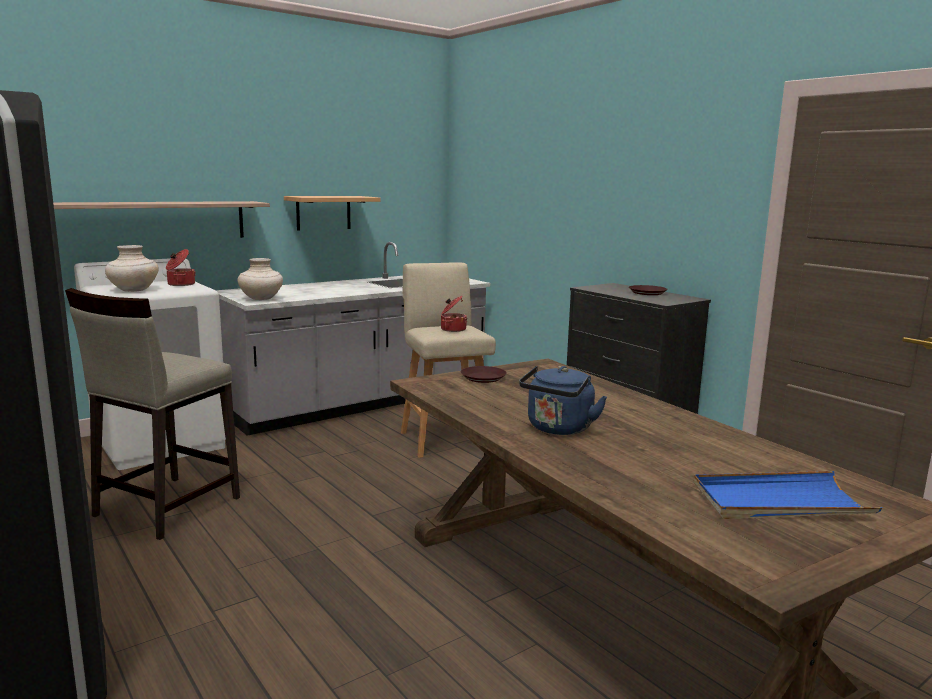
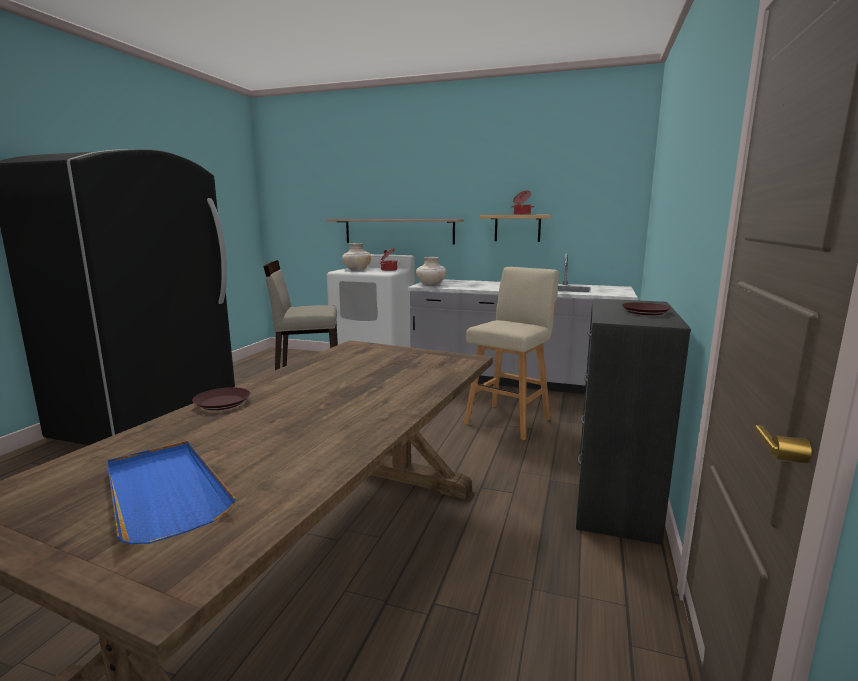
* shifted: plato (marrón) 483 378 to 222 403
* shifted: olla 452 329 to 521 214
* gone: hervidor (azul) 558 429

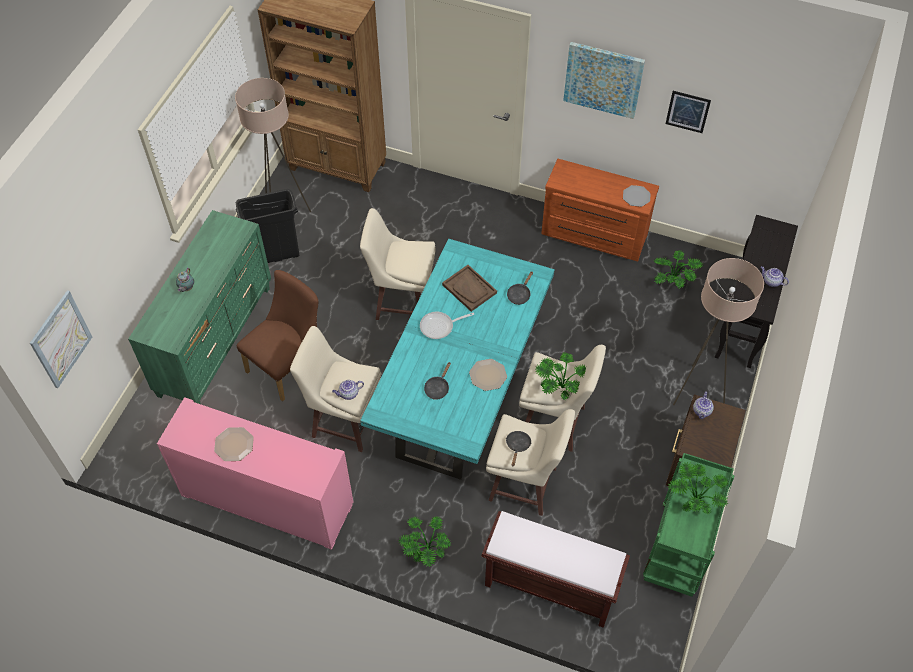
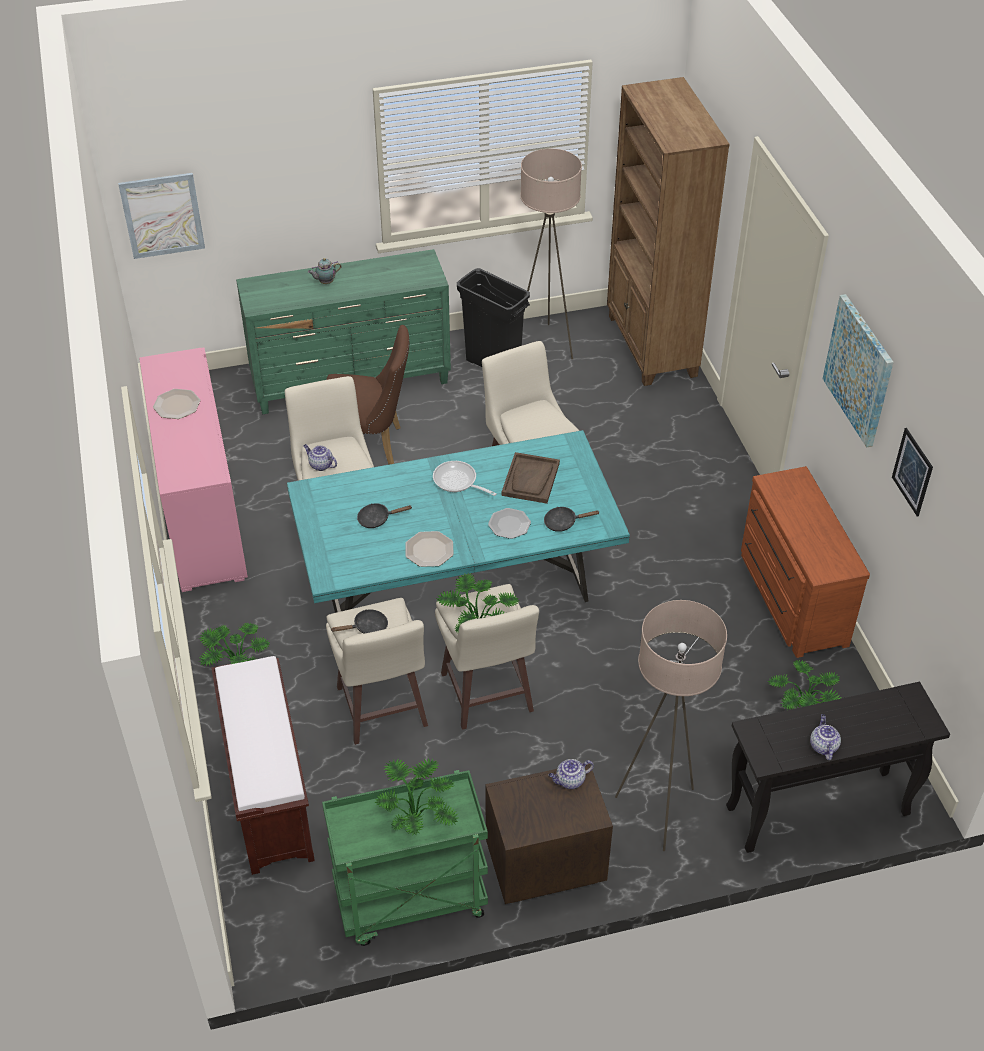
* shifted: plato 636 196 to 509 524

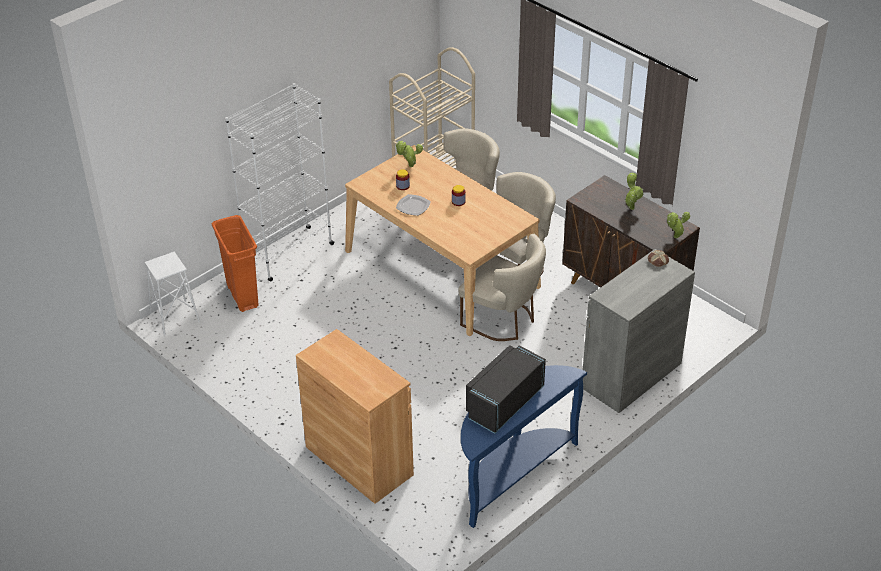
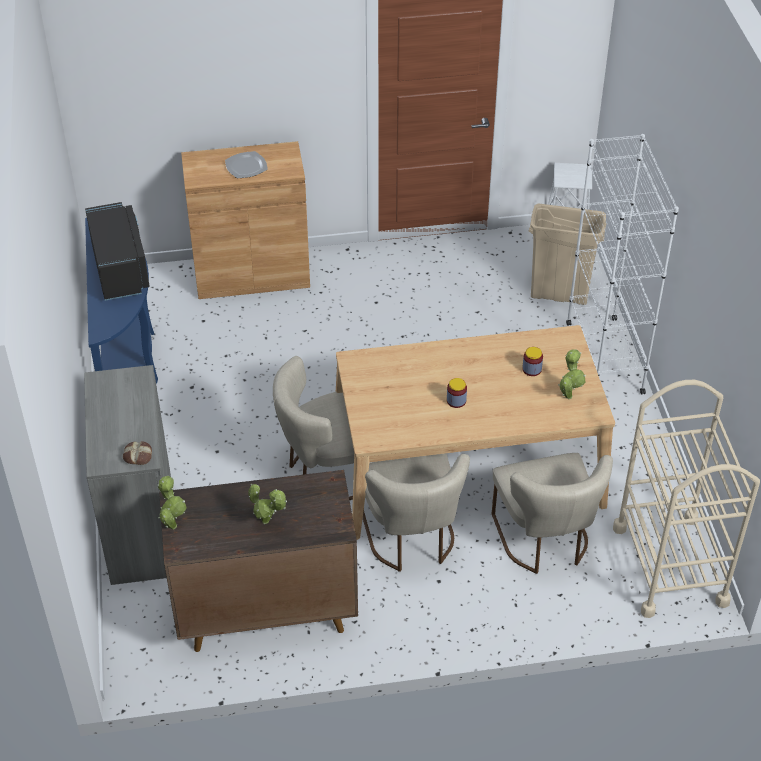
* shifted: plato 413 206 to 246 167
* repainted: papelera (naranja) 242 296 to papelera (beis) 559 295

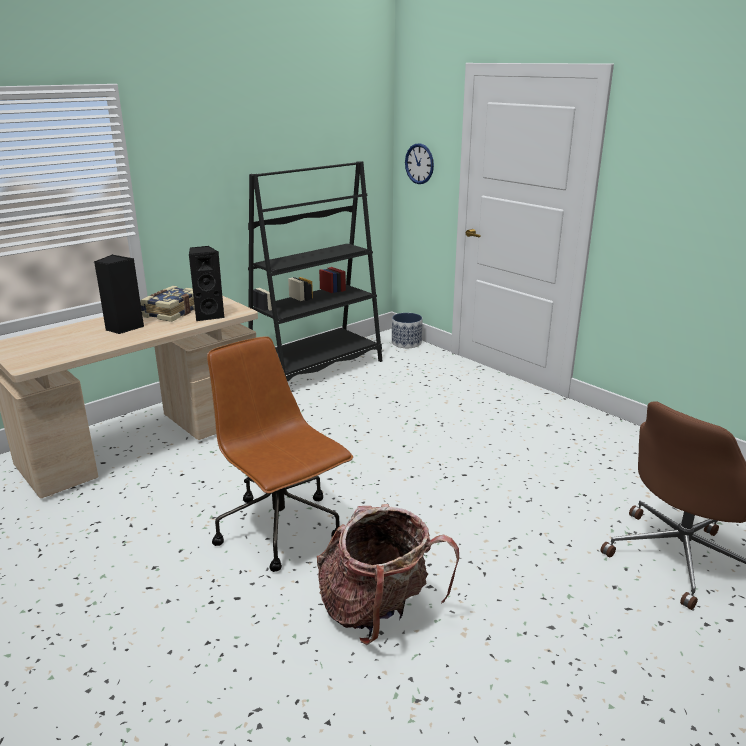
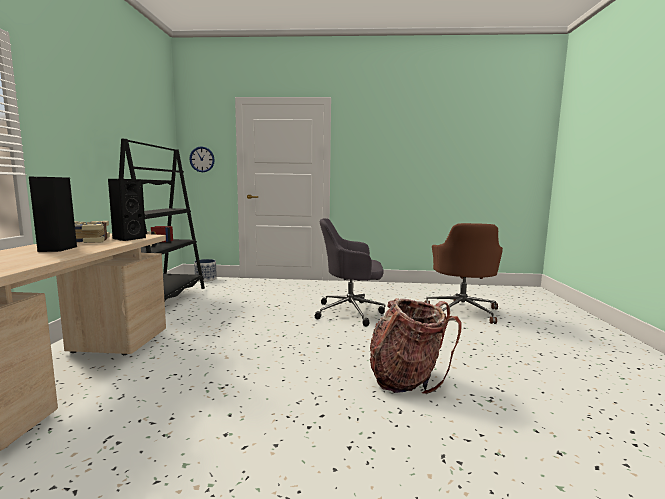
* new: silla de oficina (gris) 351 312
* gone: silla de oficina (marrón) 281 530

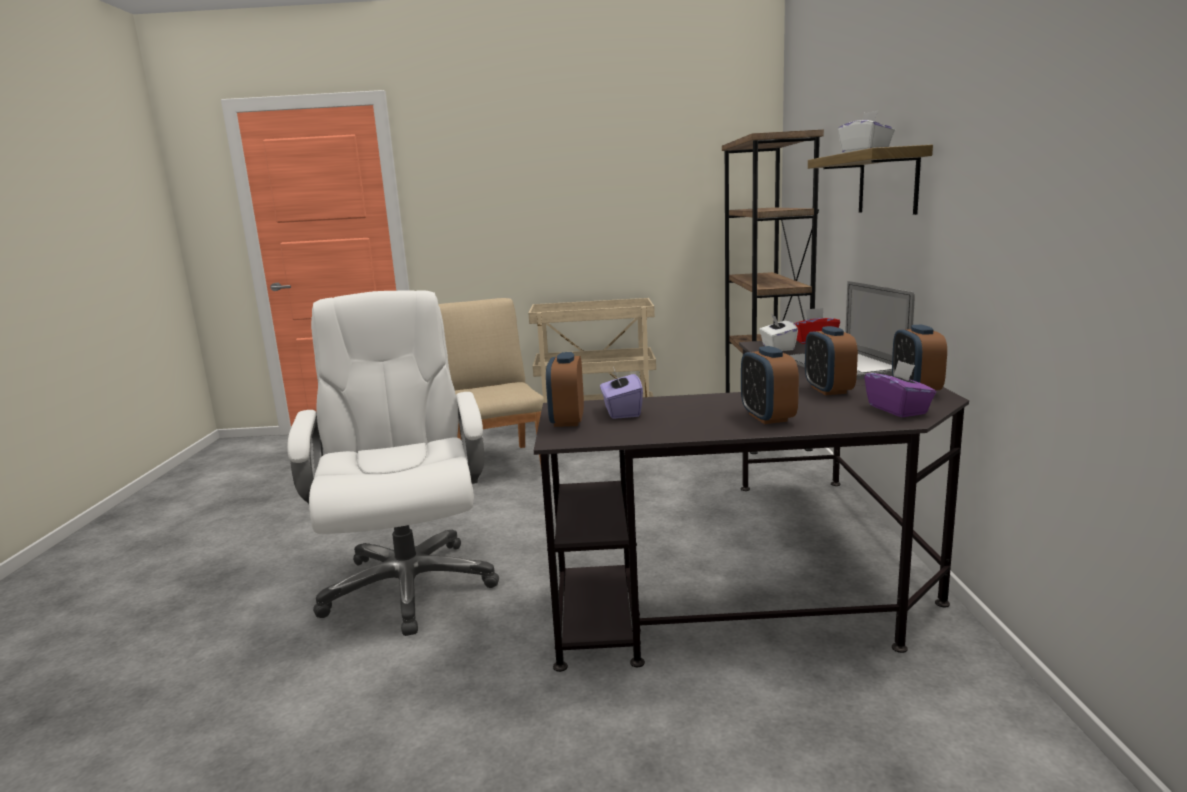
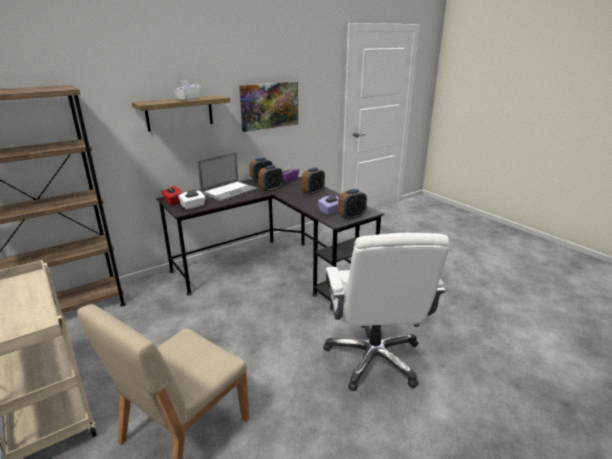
* new: cuadro 269 105
* rotated: silla de oficina (blanco) 409 585 = 374 358 45 degrees counterclockwise

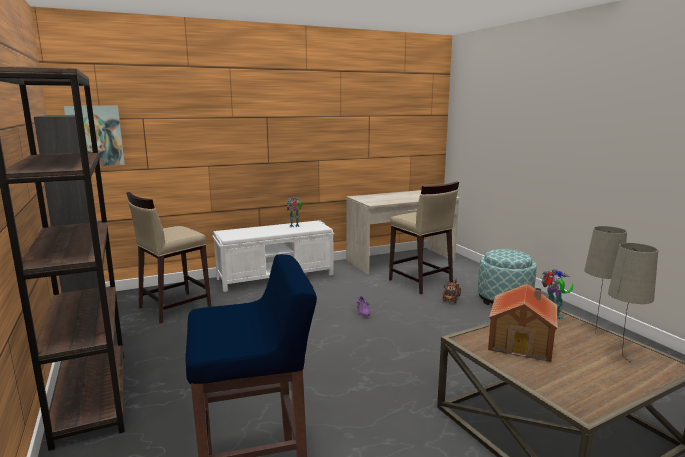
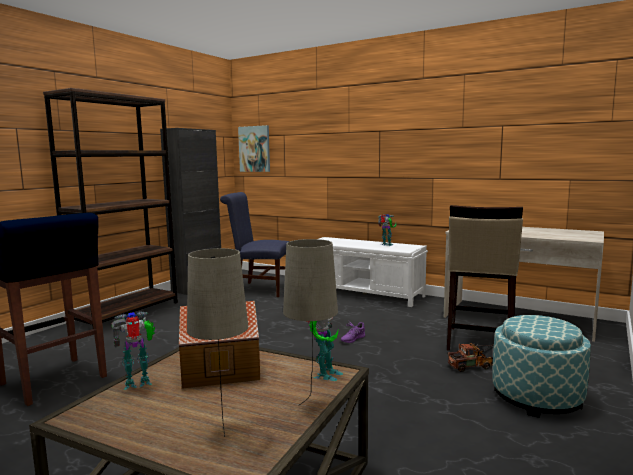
* new: robot de juguete 139 383
* swapped: taburete (beis) 174 307 to silla (azul) 259 289

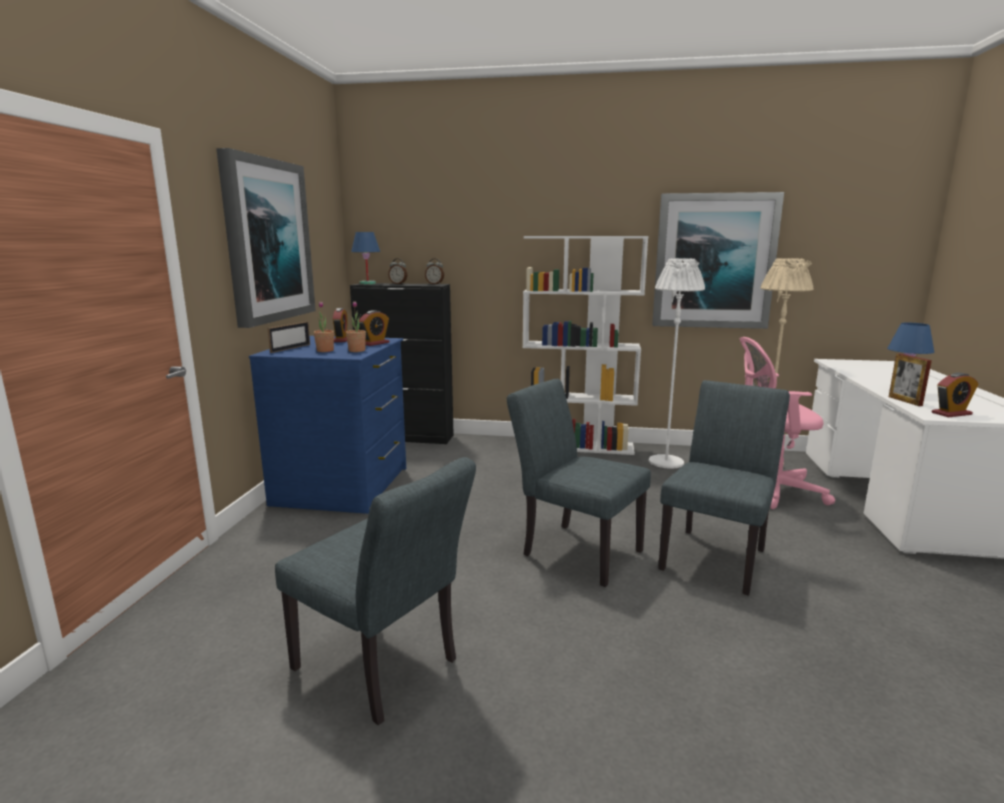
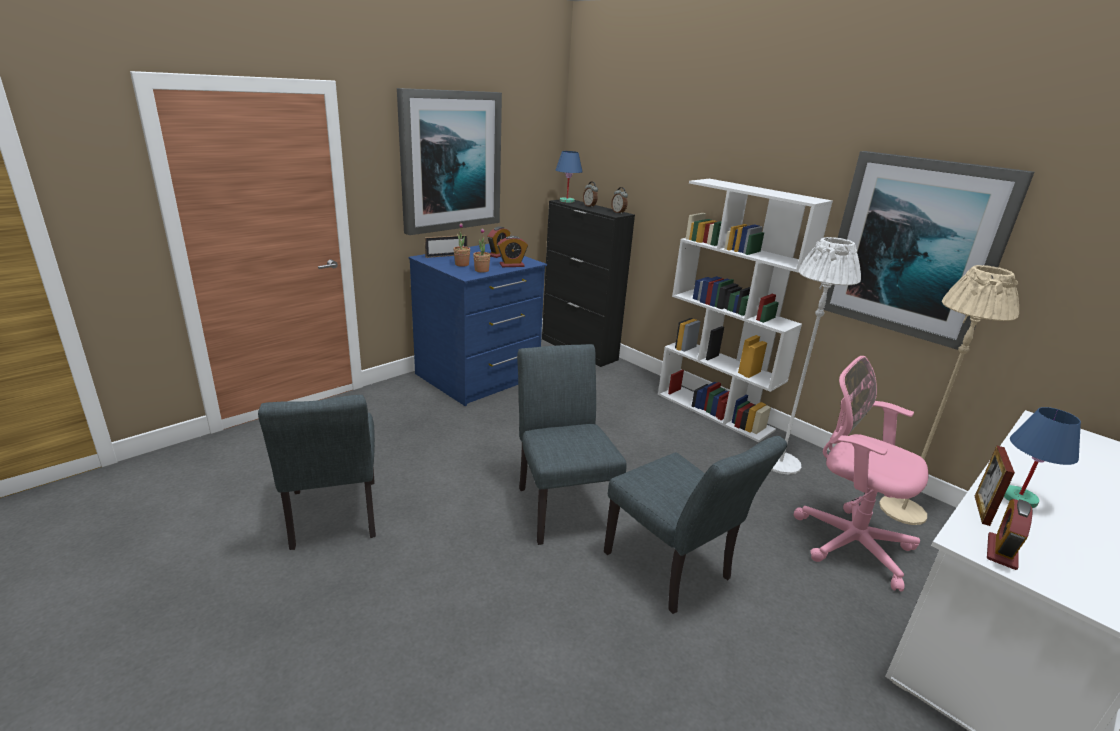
* rotated: silla (gris) 716 555 = 673 571 75 degrees clockwise
* rotated: despertador 951 413 = 1001 552 105 degrees clockwise

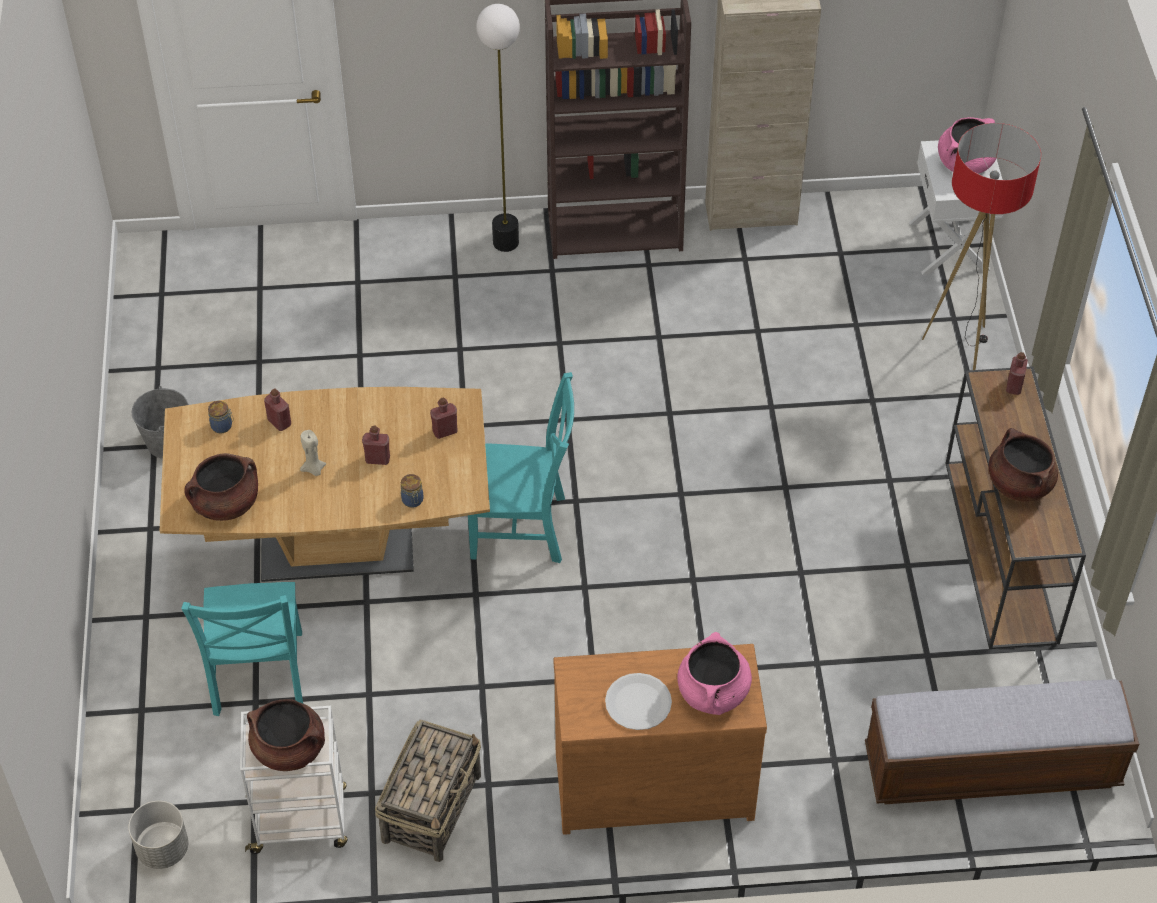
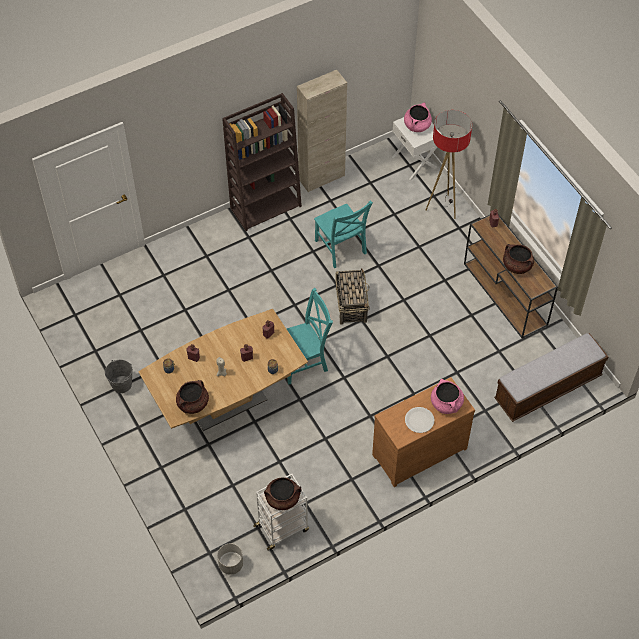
* shifted: silla (turquesa) 258 677 to 341 248
* shifted: cesta 432 806 to 351 304
* gone: lámpara de pie 505 242

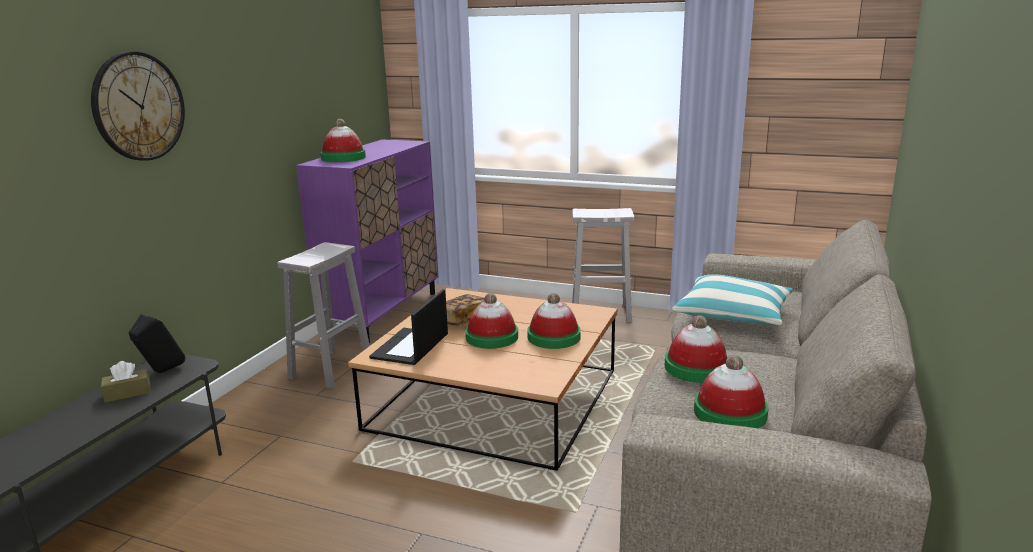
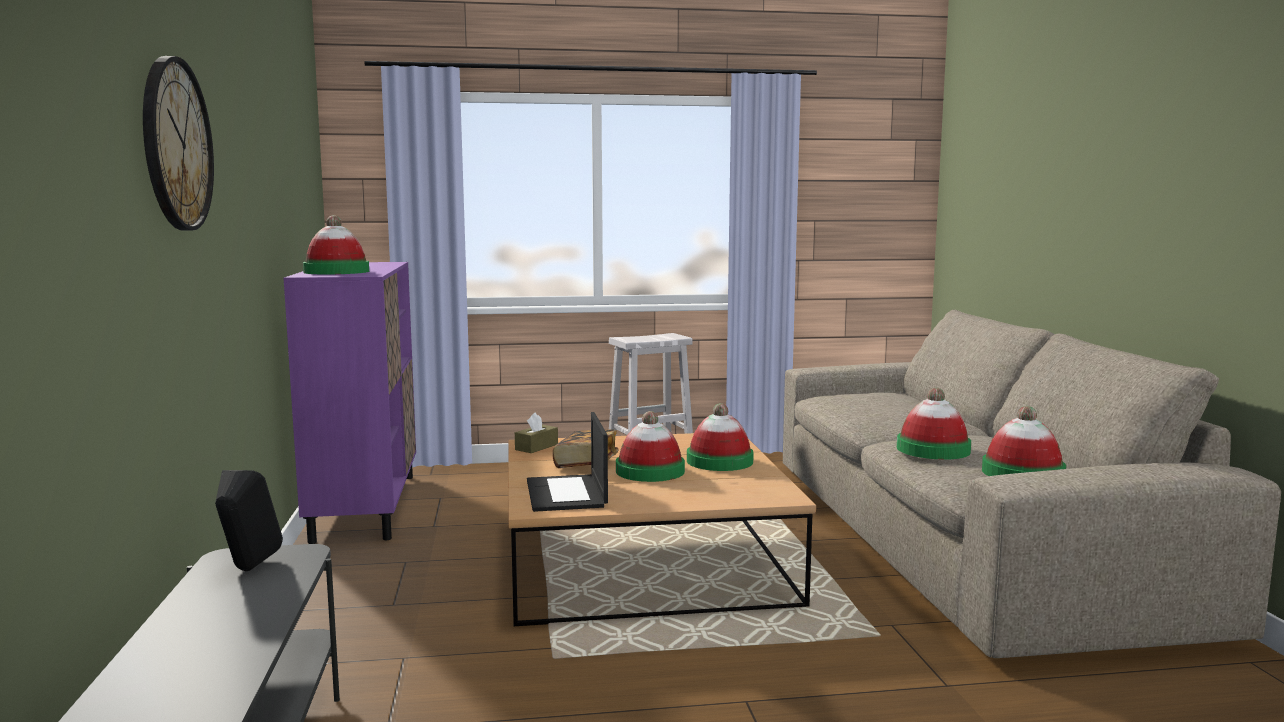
* shifted: caja de pañuelos (marrón) 128 393 to 536 447
* gone: taburete (blanco) 331 368
* gone: cojín 733 314

